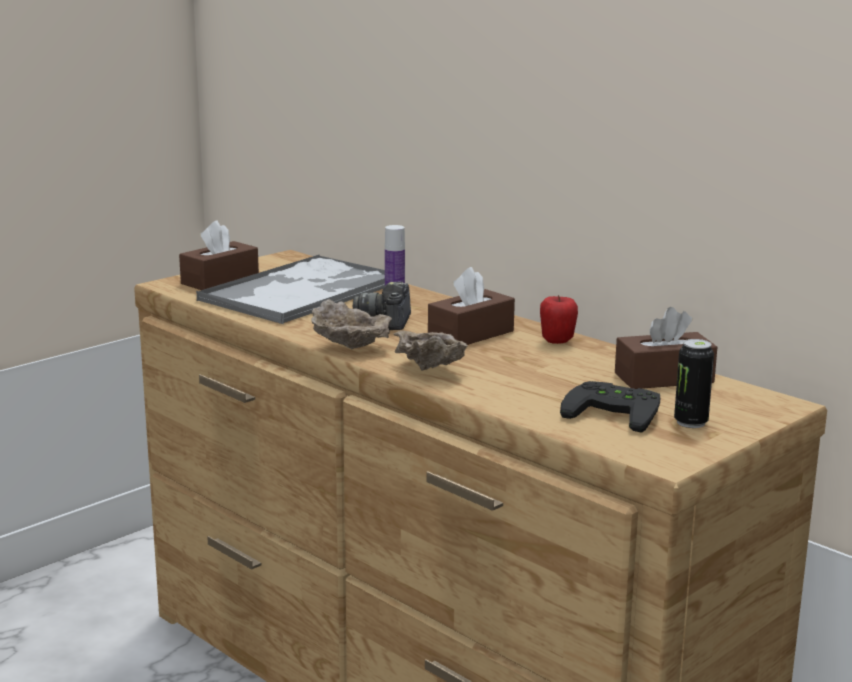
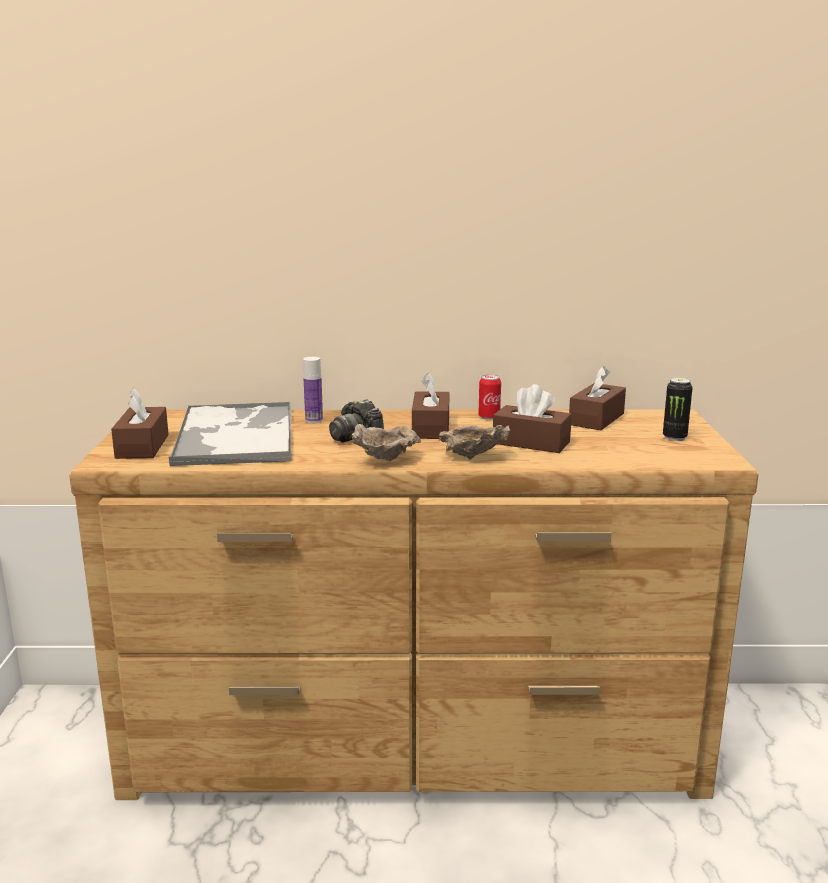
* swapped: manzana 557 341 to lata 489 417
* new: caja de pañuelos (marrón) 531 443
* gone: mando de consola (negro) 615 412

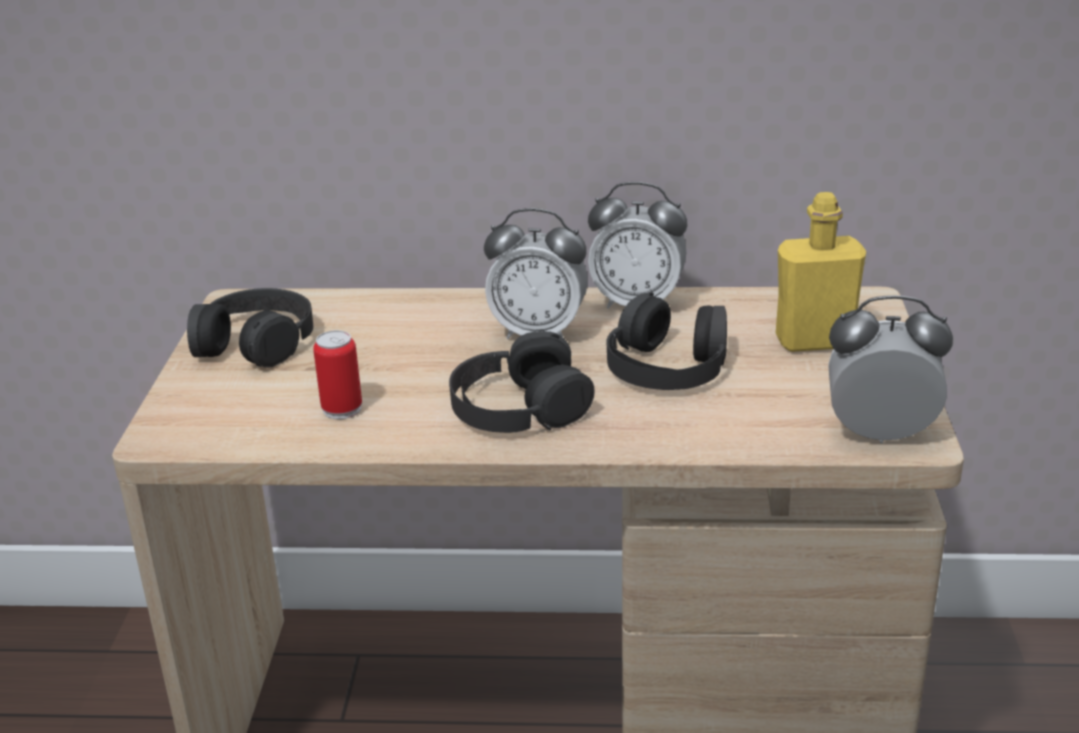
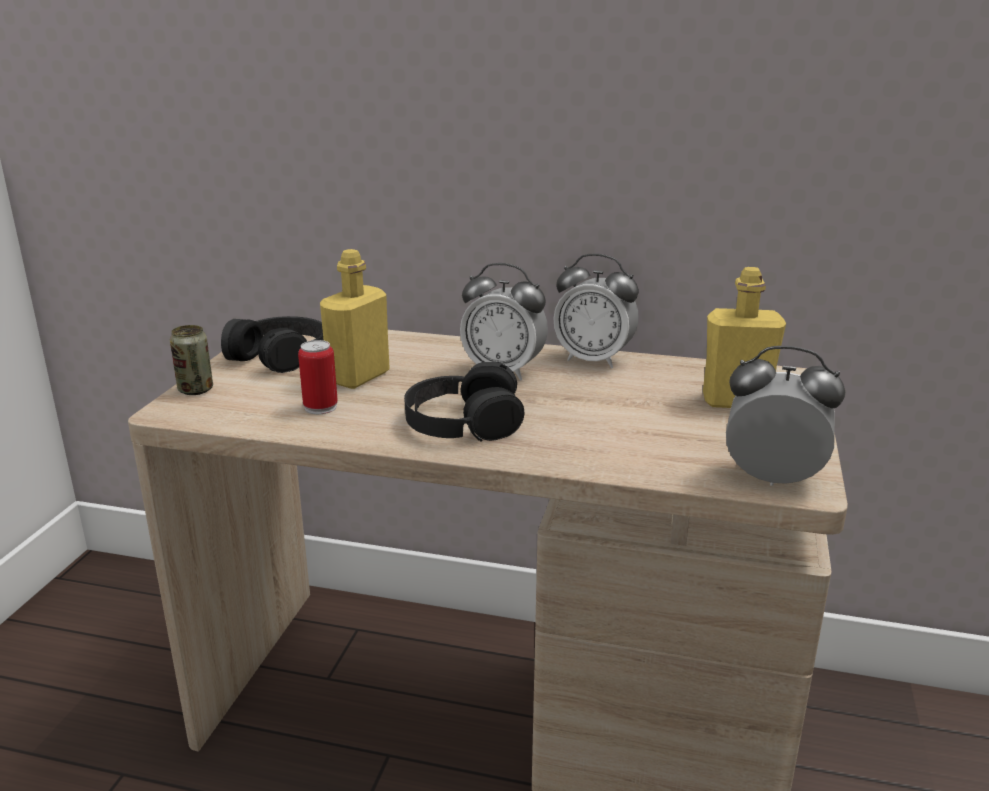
* new: lata 196 390
* new: botella (amarillo) 358 377
* gone: auriculares (negro) 667 365

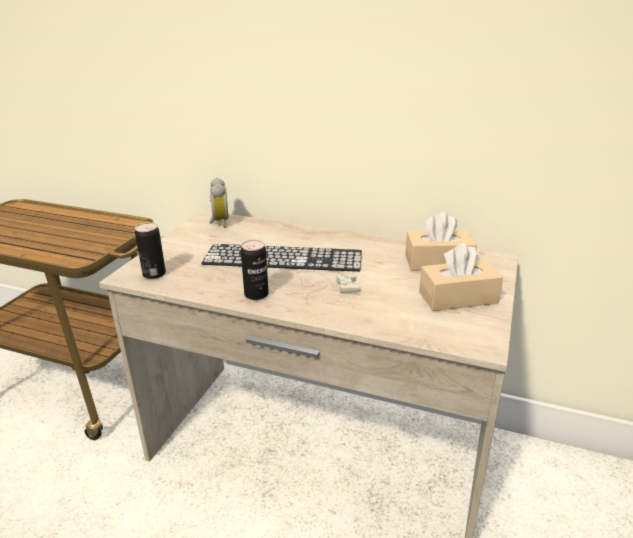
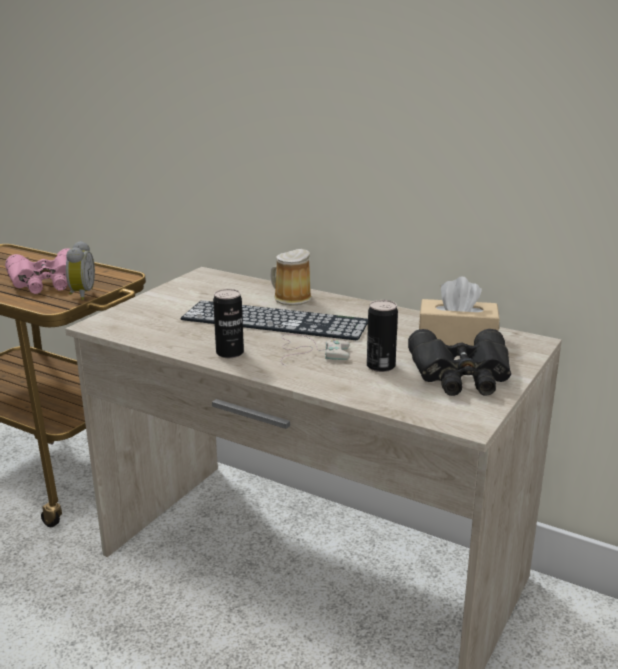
* new: prismáticos (rosa) 46 282
* shifted: despertador 219 223 to 80 294
* new: taza grande 290 298
* shifted: lata 154 274 to 380 366
* swapped: caja de pañuelos (beis) 458 297 to prismáticos (negro) 462 375

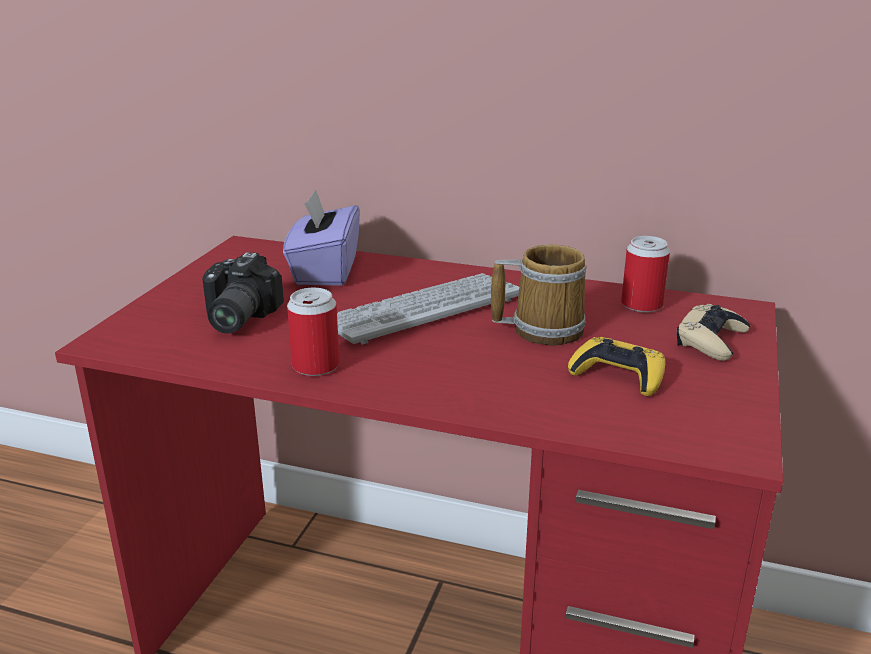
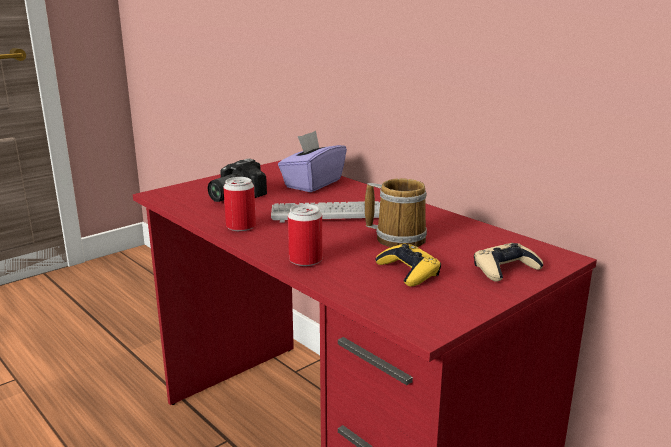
* shifted: lata 641 305 to 305 260

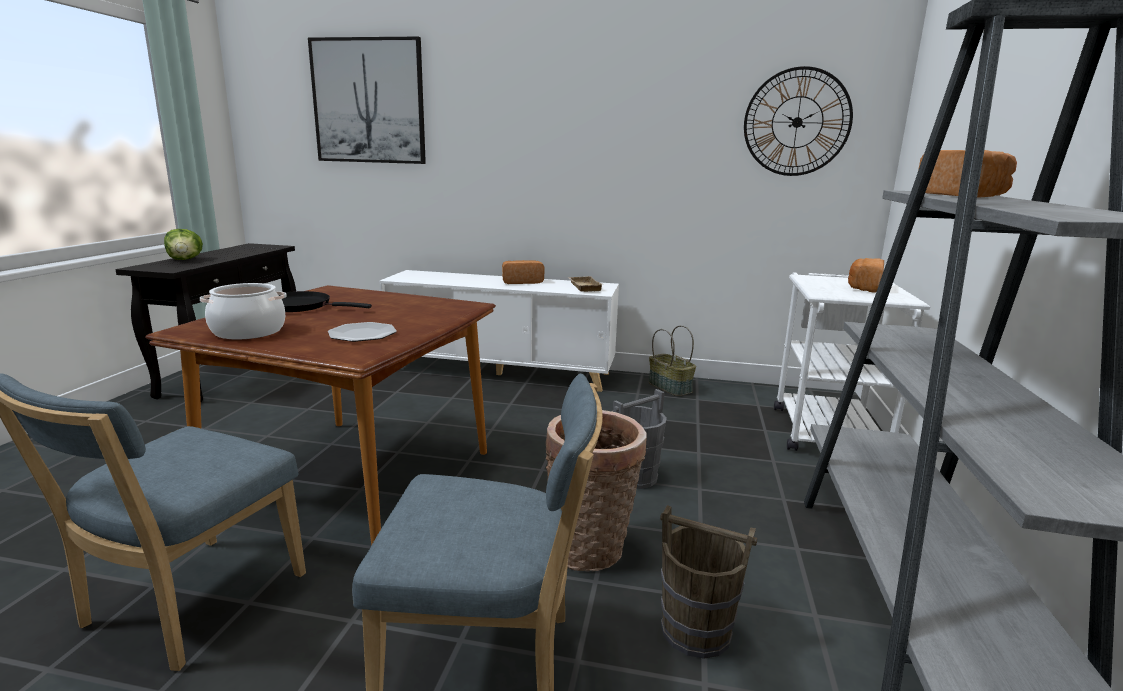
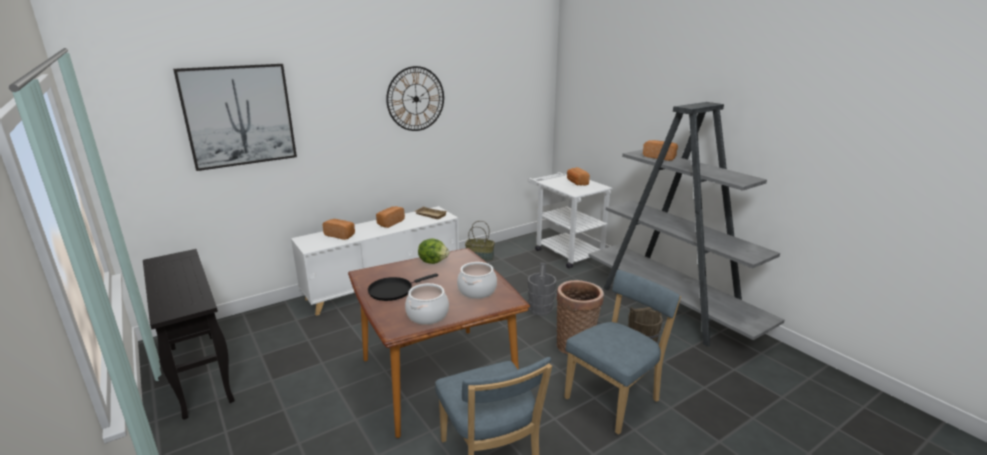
* new: pan 341 235
* shifted: reloj de pared 797 122 to 416 99
* shifted: lechuga 185 259 to 433 261
* swapped: plato 362 334 to olla 477 290

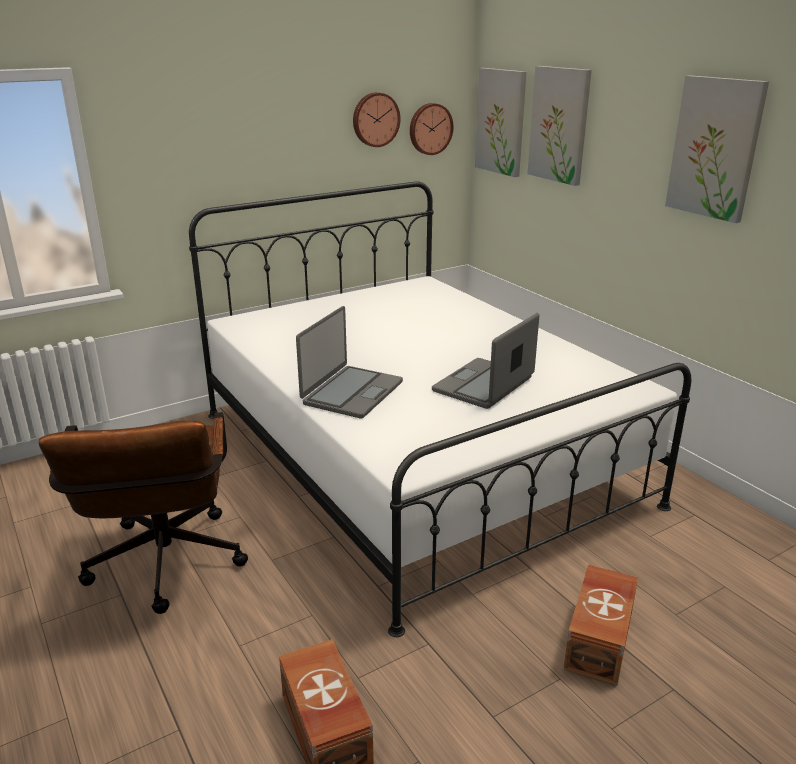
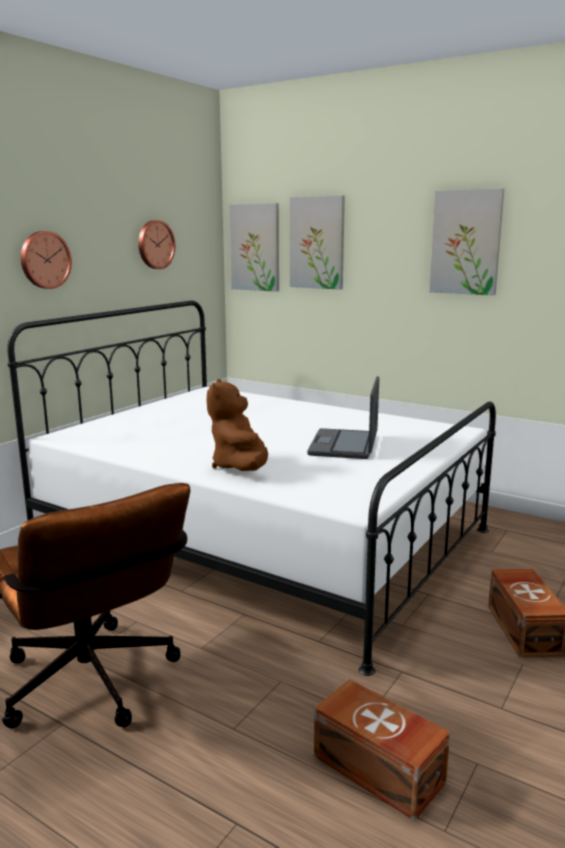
* shifted: reloj de pared 430 129 to 44 260
* swapped: portátil 351 393 to peluche (marrón) 240 467

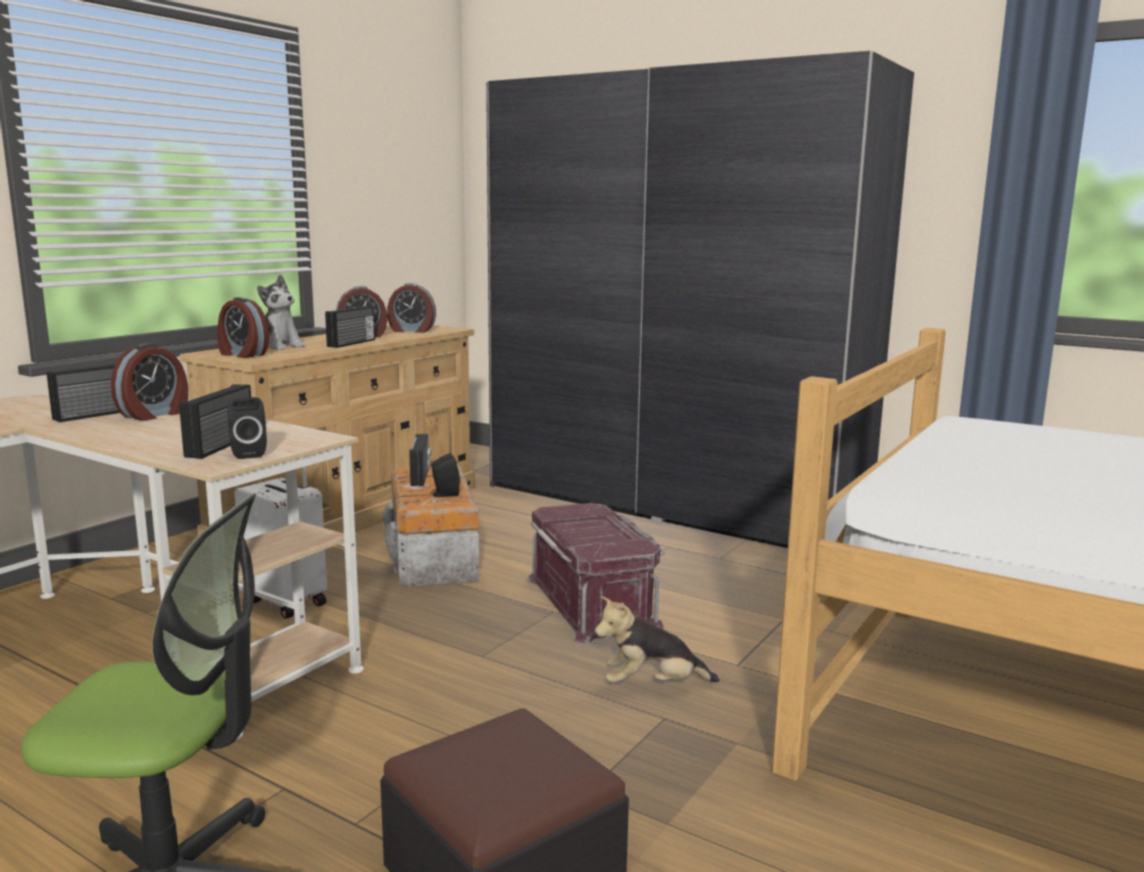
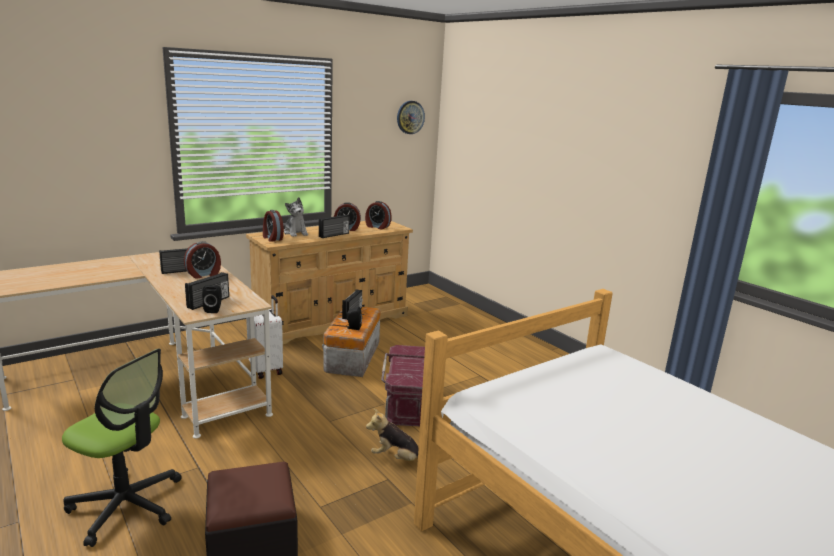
* new: reloj de pared 410 117
* gone: armario ropero (gris) 671 503

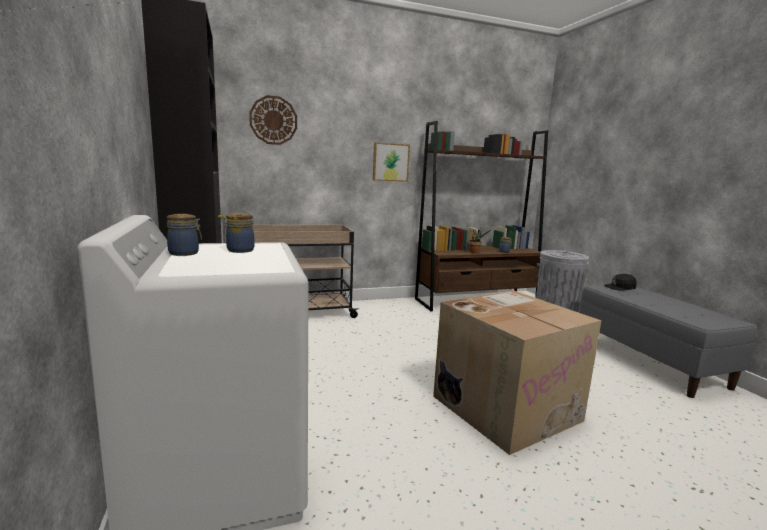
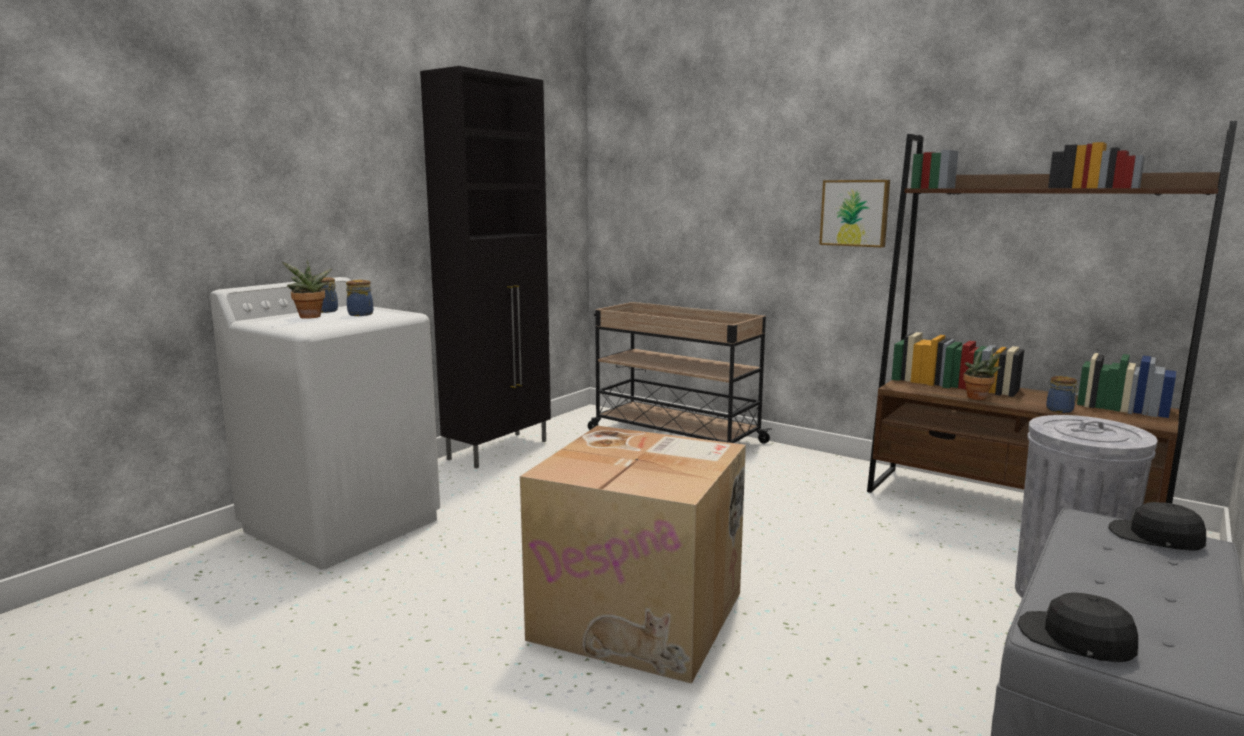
* new: planta en maceta 310 317
* new: gorra (negro) 1076 639
* gone: reloj de pared 273 120

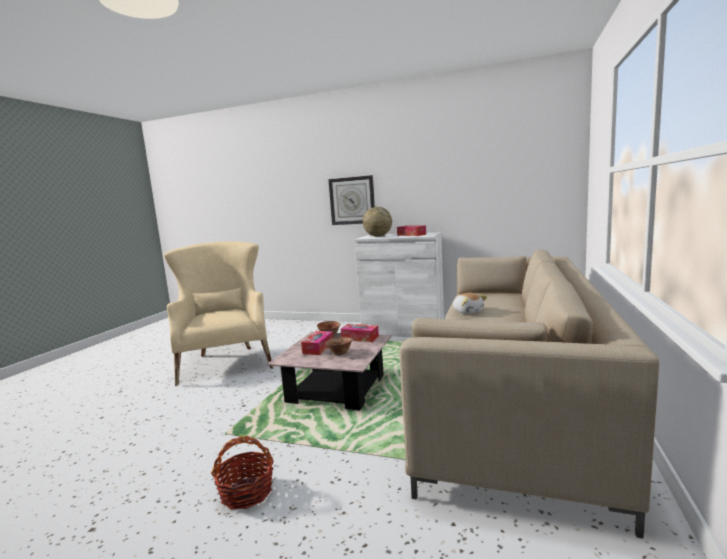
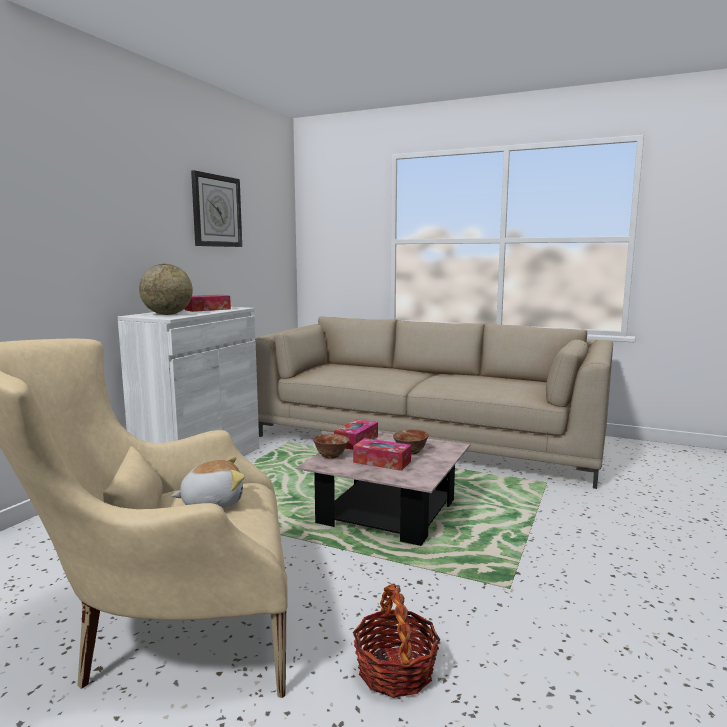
* shifted: peluche 468 312 to 212 502
* shifted: reloj de pared 352 200 to 216 211
* shifted: cesta 247 492 to 395 671

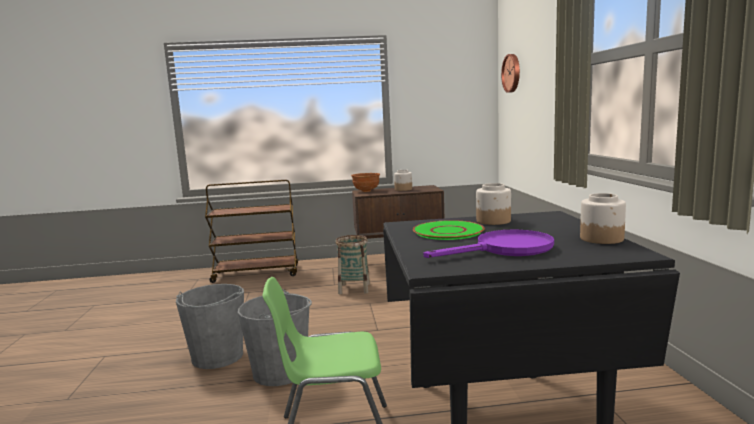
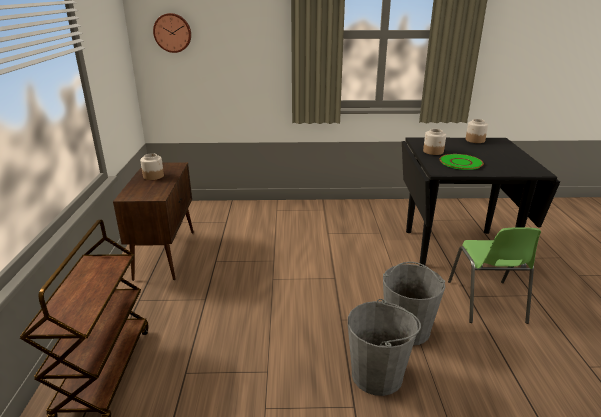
* gone: cesta 354 288
* gone: cuenco (marrón) 366 191
* gone: sartén (morado) 505 249

